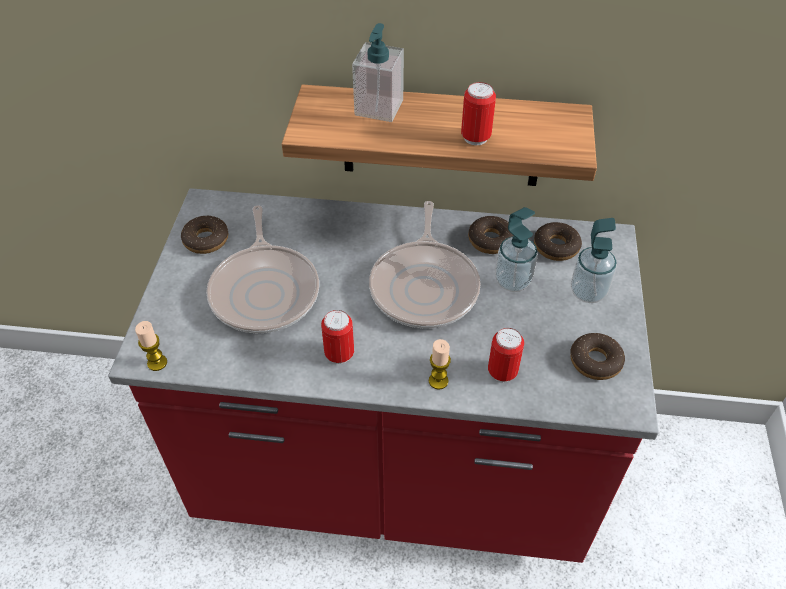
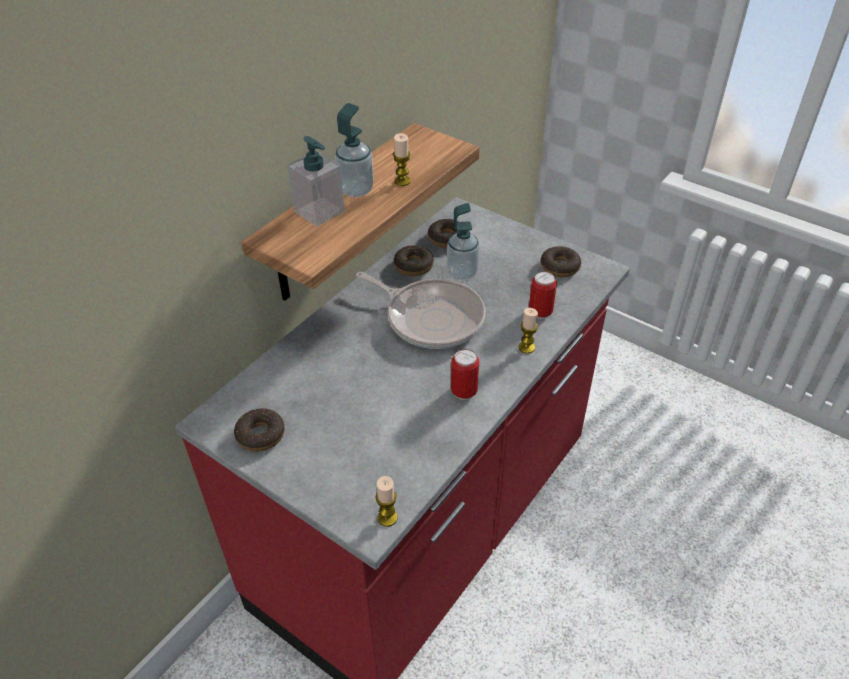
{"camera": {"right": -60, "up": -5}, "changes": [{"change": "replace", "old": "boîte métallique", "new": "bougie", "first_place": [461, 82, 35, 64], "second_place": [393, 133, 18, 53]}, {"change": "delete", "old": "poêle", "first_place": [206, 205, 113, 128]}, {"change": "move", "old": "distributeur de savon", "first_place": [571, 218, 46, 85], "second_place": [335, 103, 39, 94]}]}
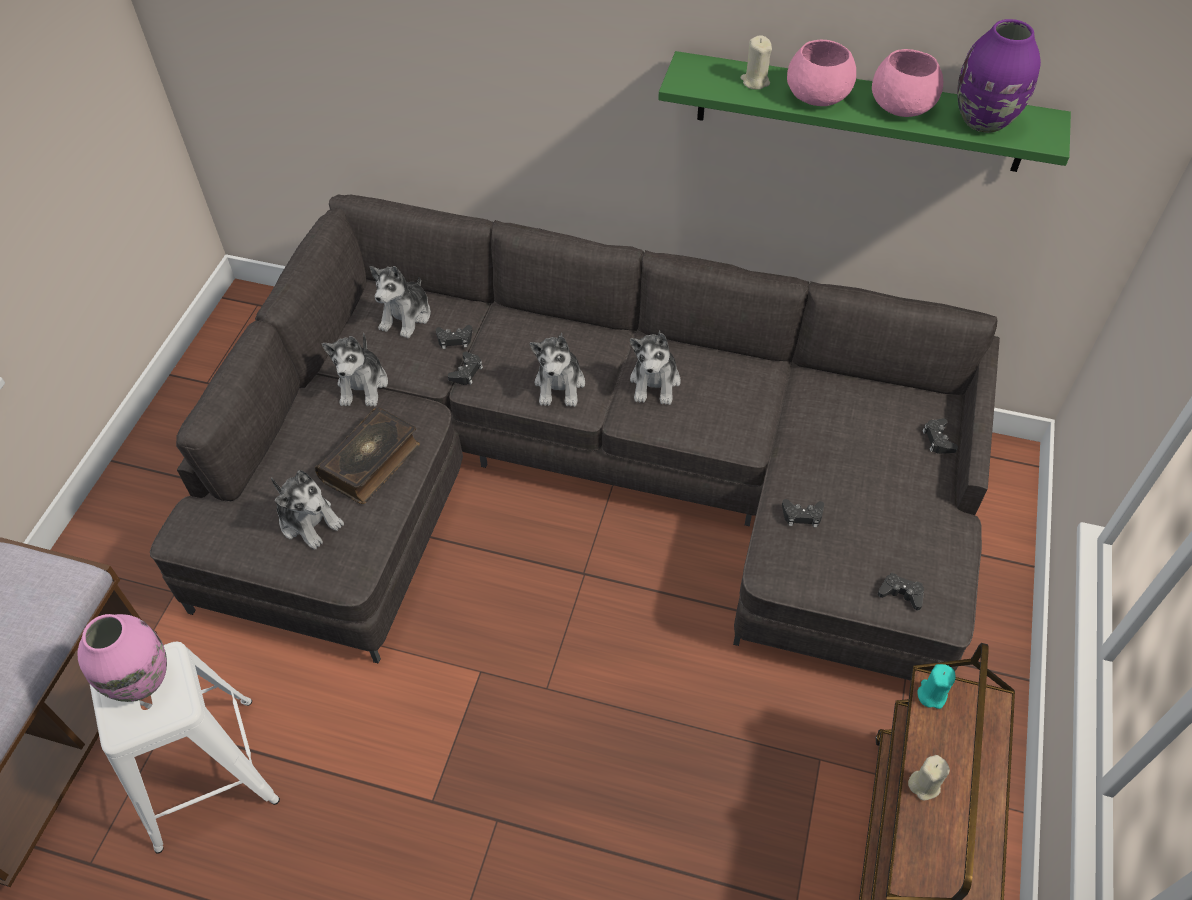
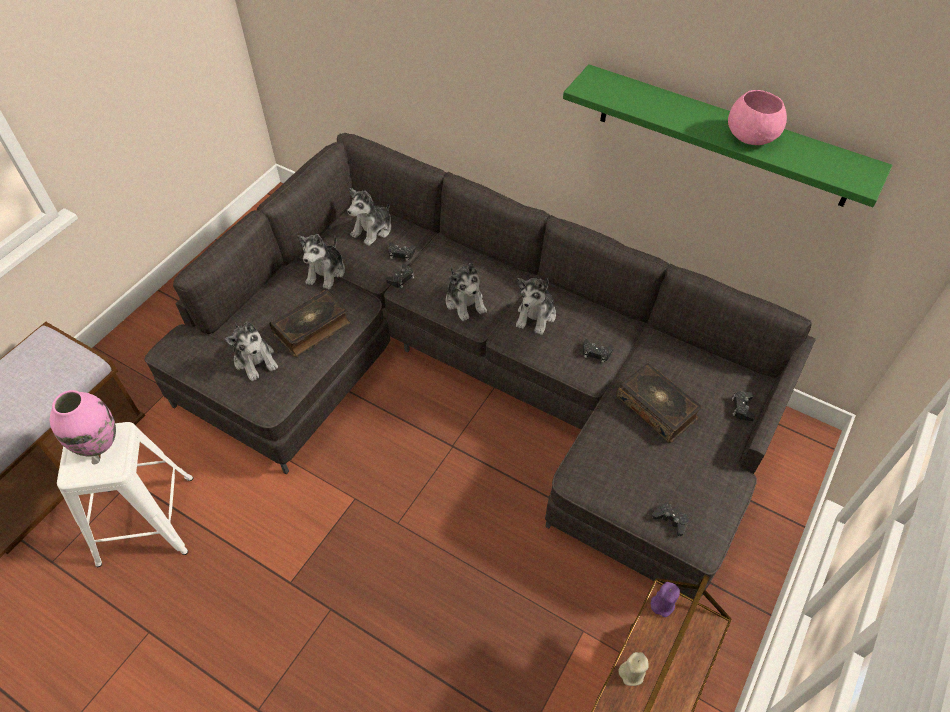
{"camera": {"right": 15, "up": 0}, "changes": [{"change": "delete", "old": "vase [violet]", "first_place": [957, 19, 84, 114]}, {"change": "delete", "old": "bougie [beige]", "first_place": [740, 35, 32, 55]}, {"change": "delete", "old": "bol [rose]", "first_place": [787, 40, 69, 66]}, {"change": "rotate", "old": "peluche", "first_place": [530, 332, 55, 75], "second_place": [446, 263, 41, 58], "degrees": -45}, {"change": "move", "old": "manette [noir]", "first_place": [782, 499, 42, 29], "second_place": [583, 339, 31, 24]}, {"change": "recolor", "old": "bougie [turquoise]", "new": "bougie [violet]", "first_place": [917, 664, 39, 45], "second_place": [651, 582, 29, 35]}, {"change": "insert", "new": "livre", "second_place": [616, 363, 86, 80]}]}
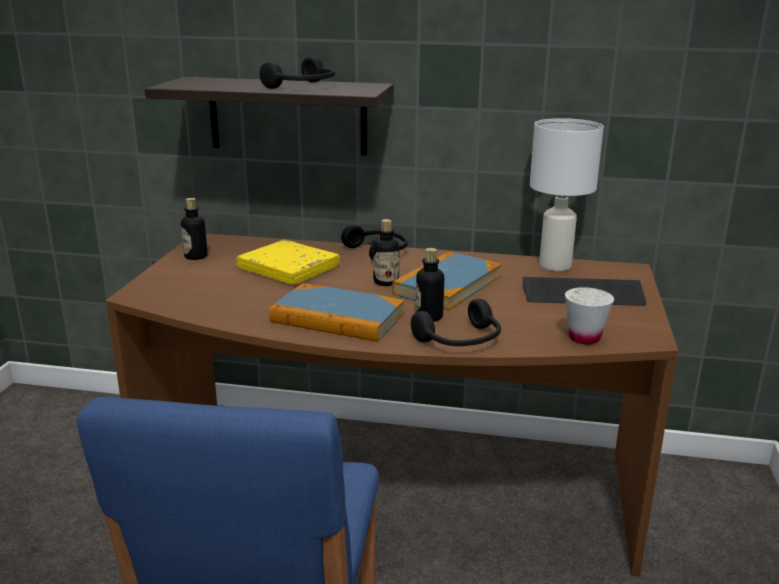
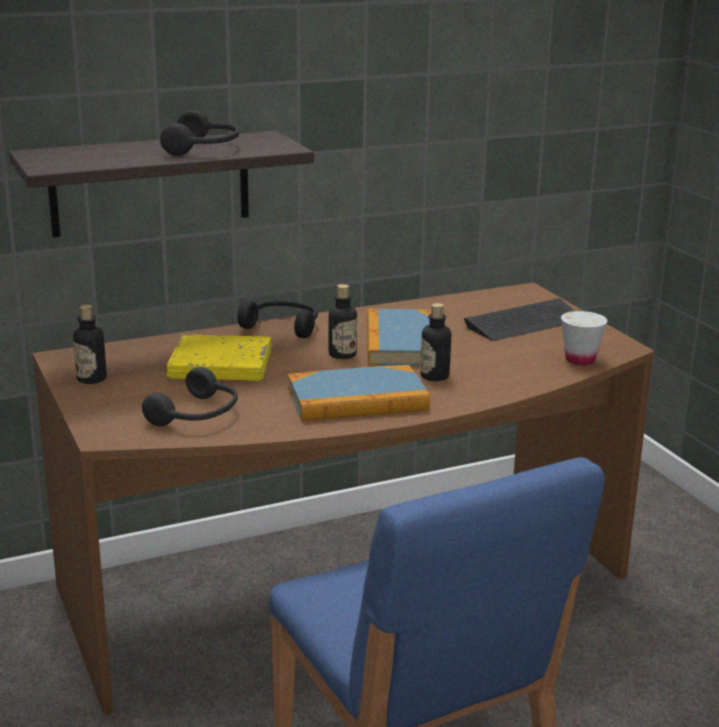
{"camera": {"right": -35, "up": 0}, "changes": [{"change": "delete", "old": "lampe de table [blanc]", "first_place": [530, 118, 74, 153]}, {"change": "move", "old": "casque audio [noir]", "first_place": [411, 299, 90, 47], "second_place": [142, 367, 96, 59]}]}
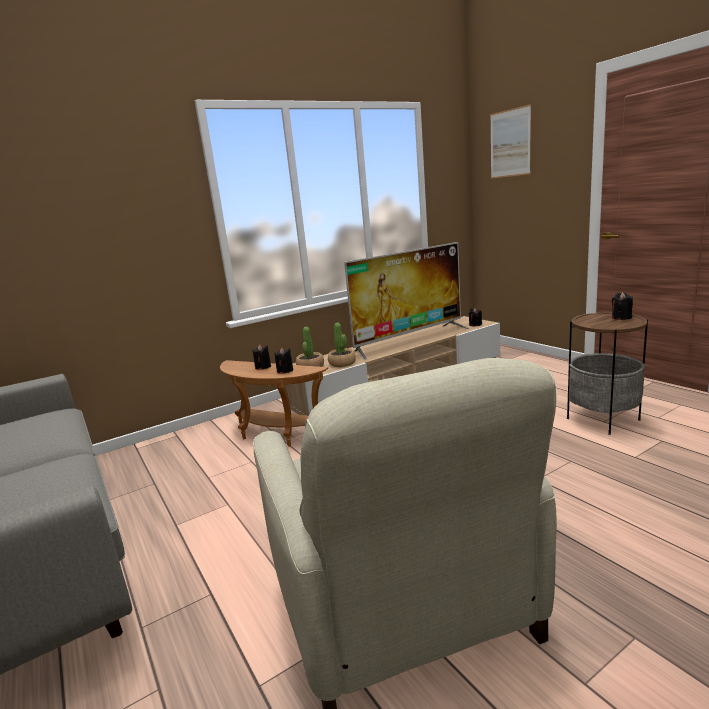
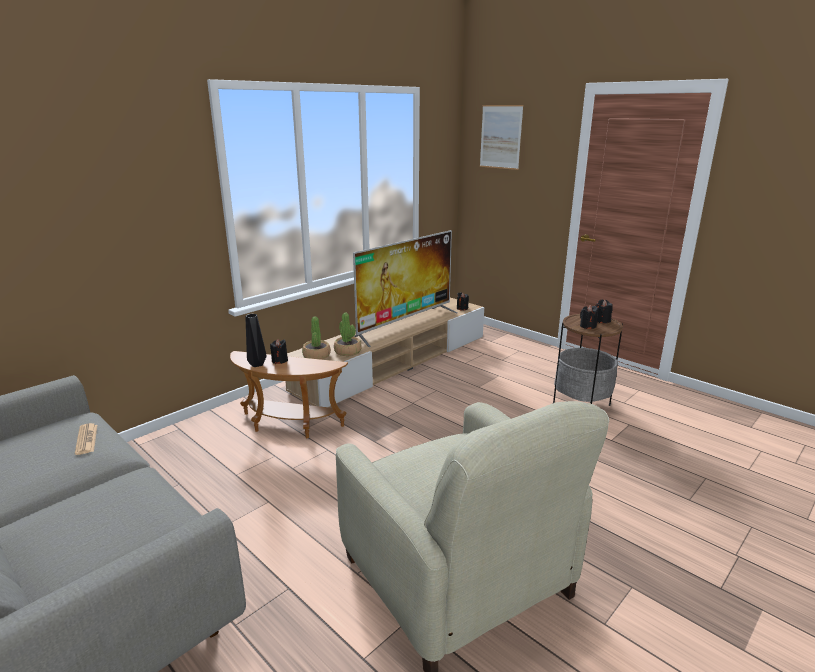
{"camera": {"right": -15, "up": 5}, "changes": [{"change": "move", "old": "bougie [noir]", "first_place": [274, 348, 19, 26], "second_place": [580, 305, 18, 24]}, {"change": "insert", "new": "vase [noir]", "second_place": [245, 314, 22, 53]}, {"change": "insert", "new": "journal", "second_place": [75, 423, 22, 32]}]}
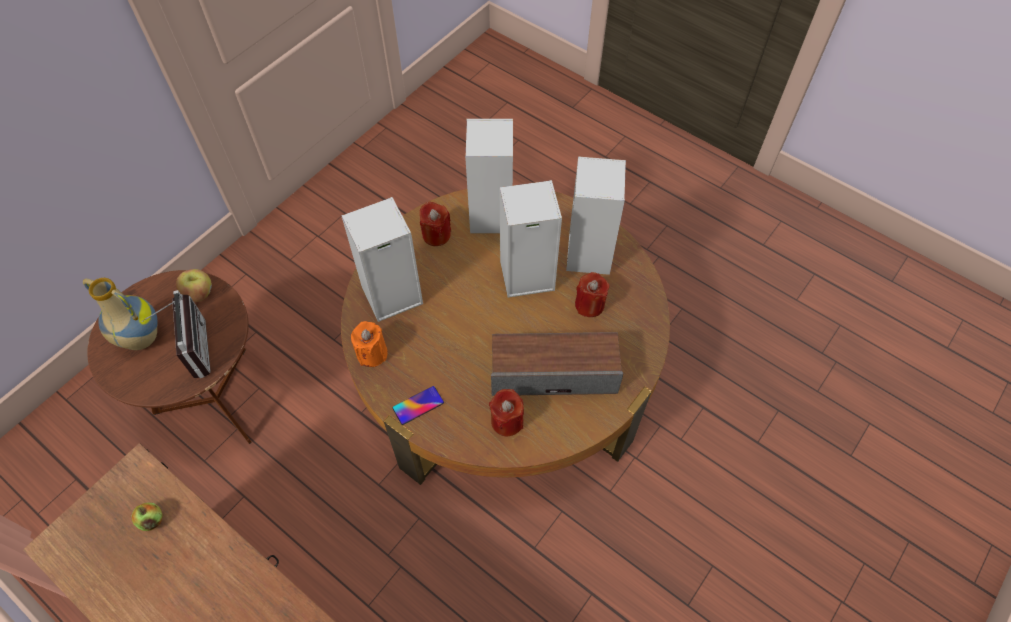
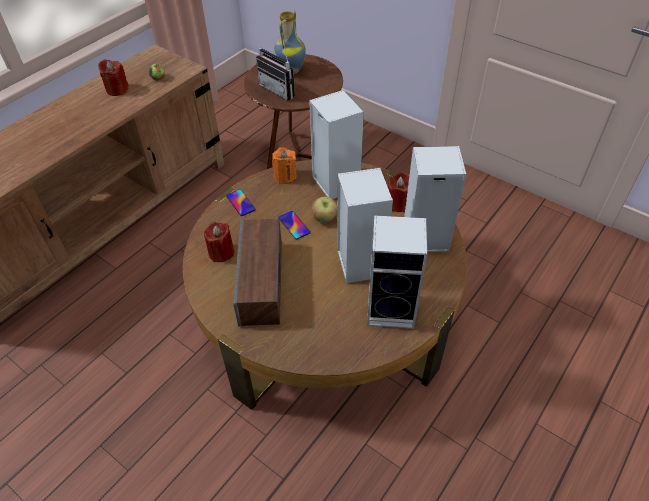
{"camera": {"right": 90, "up": -10}, "changes": [{"change": "move", "old": "pomme", "first_place": [176, 269, 36, 33], "second_place": [312, 197, 26, 26]}, {"change": "move", "old": "bougie [rouge]", "first_place": [575, 272, 34, 45], "second_place": [98, 59, 31, 37]}, {"change": "rotate", "old": "radio", "first_place": [142, 290, 69, 88], "second_place": [256, 36, 39, 64], "degrees": 60}, {"change": "insert", "new": "téléphone", "second_place": [278, 211, 33, 29]}]}
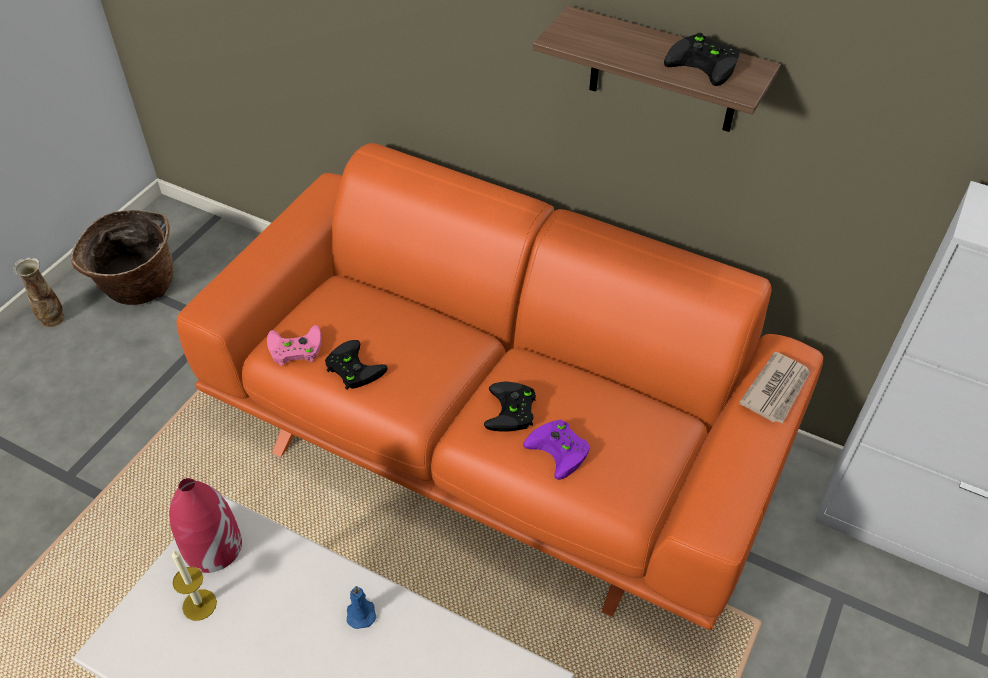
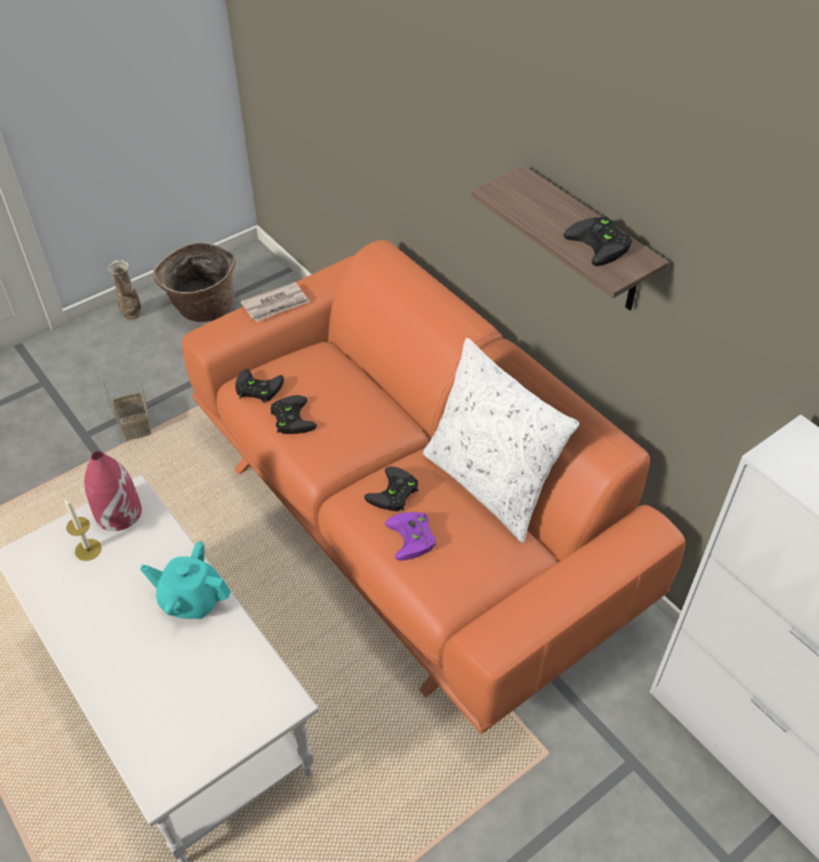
{"camera": {"right": 25, "up": 0}, "changes": [{"change": "recolor", "old": "manette [rose]", "new": "manette [noir]", "first_place": [267, 325, 54, 41], "second_place": [235, 369, 49, 34]}, {"change": "move", "old": "journal", "first_place": [739, 352, 71, 72], "second_place": [241, 282, 69, 40]}, {"change": "replace", "old": "bougie [bleu]", "new": "théière [turquoise]", "first_place": [346, 586, 30, 43], "second_place": [140, 541, 91, 78]}, {"change": "insert", "new": "coussin [blanc]", "second_place": [423, 338, 156, 205]}, {"change": "insert", "new": "panier", "second_place": [103, 372, 48, 70]}]}
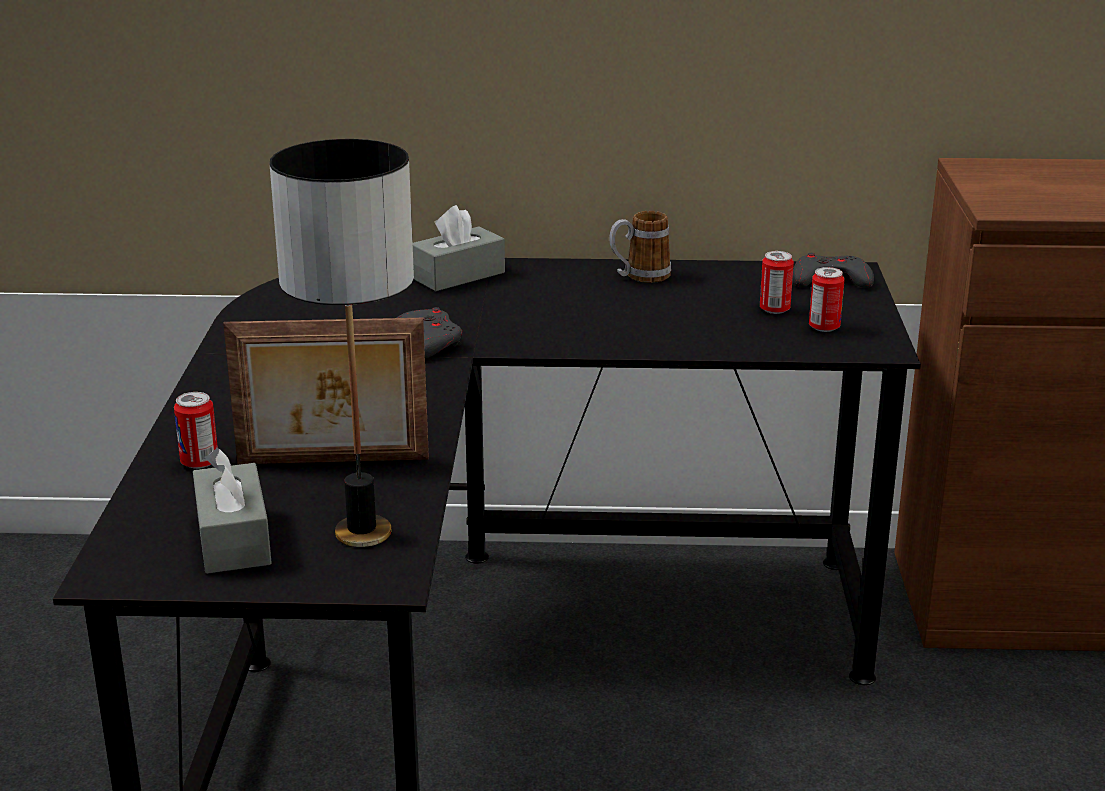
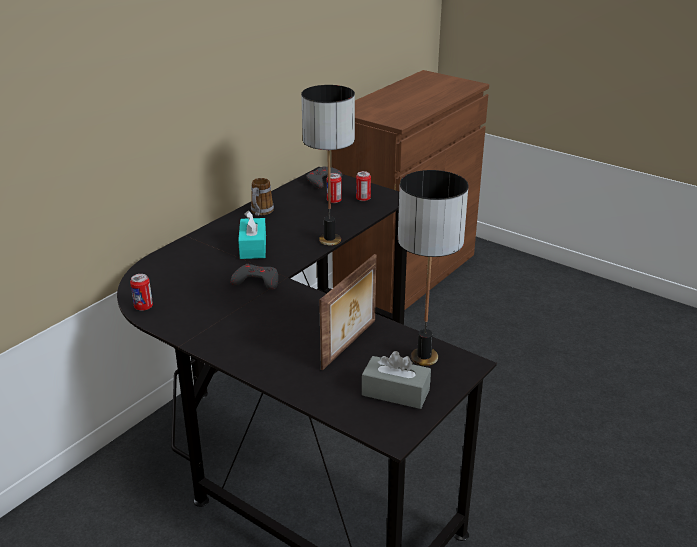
{"camera": {"right": -55, "up": 5}, "changes": [{"change": "delete", "old": "boîte à mouchoirs [gris]", "first_place": [413, 205, 92, 86]}, {"change": "move", "old": "boîte métallique", "first_place": [174, 392, 44, 77], "second_place": [130, 274, 23, 37]}, {"change": "insert", "new": "lampe de table", "second_place": [301, 85, 54, 161]}, {"change": "insert", "new": "boîte à mouchoirs [turquoise]", "second_place": [238, 210, 28, 49]}]}
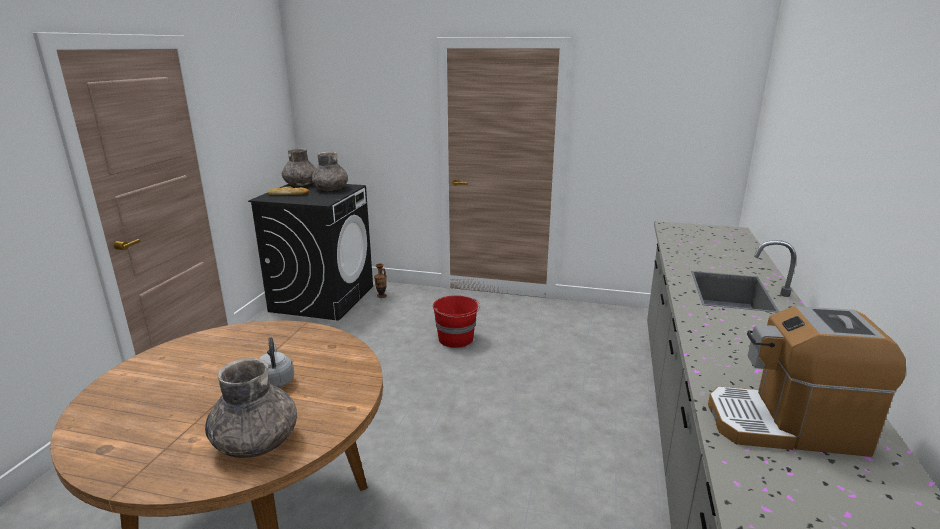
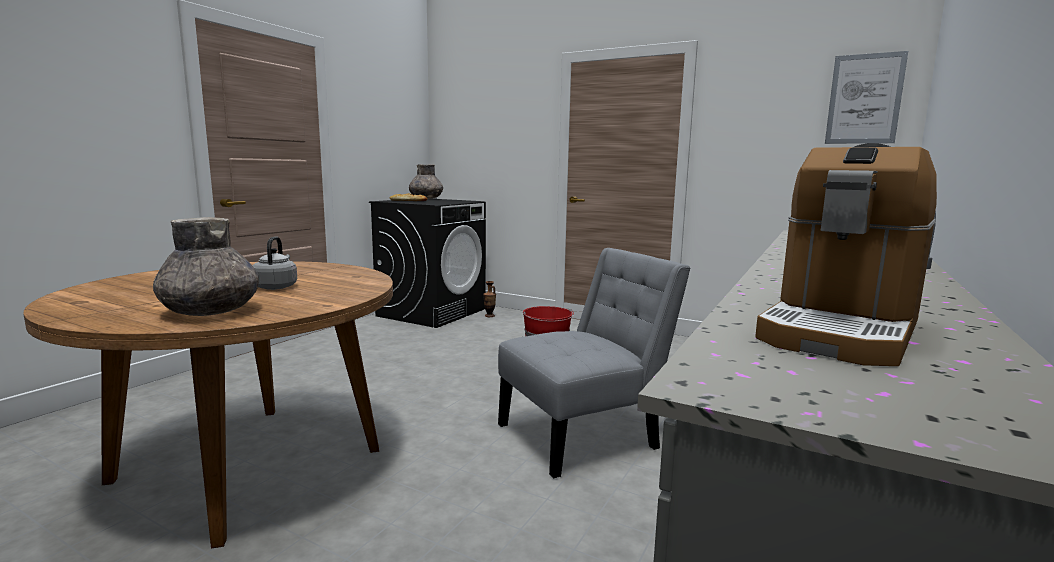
{"camera": {"right": 15, "up": -10}, "changes": [{"change": "delete", "old": "vase [gris]", "first_place": [311, 152, 37, 39]}, {"change": "rotate", "old": "machine à café", "first_place": [708, 306, 198, 151], "second_place": [755, 143, 182, 223], "degrees": -75}, {"change": "insert", "new": "tableau", "second_place": [825, 51, 83, 93]}, {"change": "insert", "new": "chaise [gris]", "second_place": [498, 248, 193, 230]}]}
